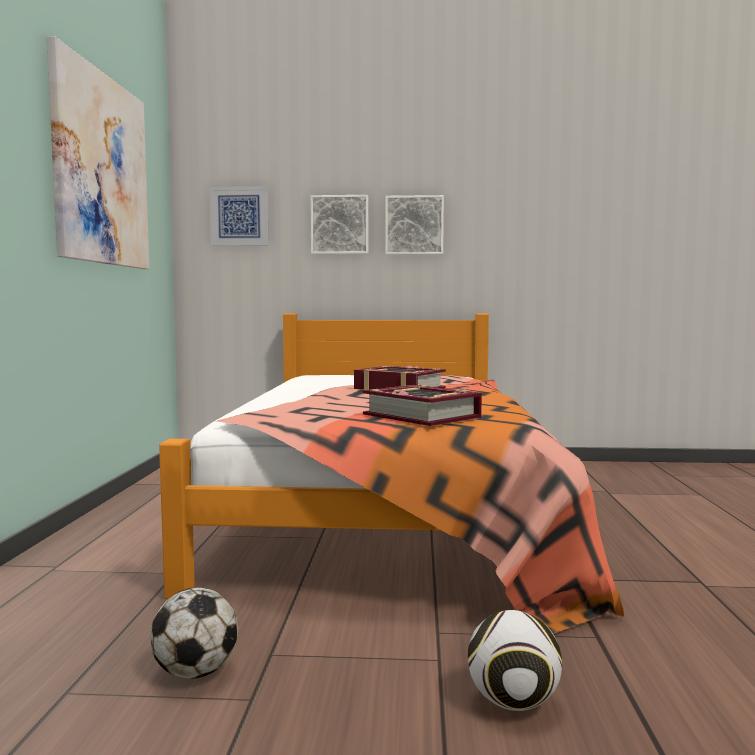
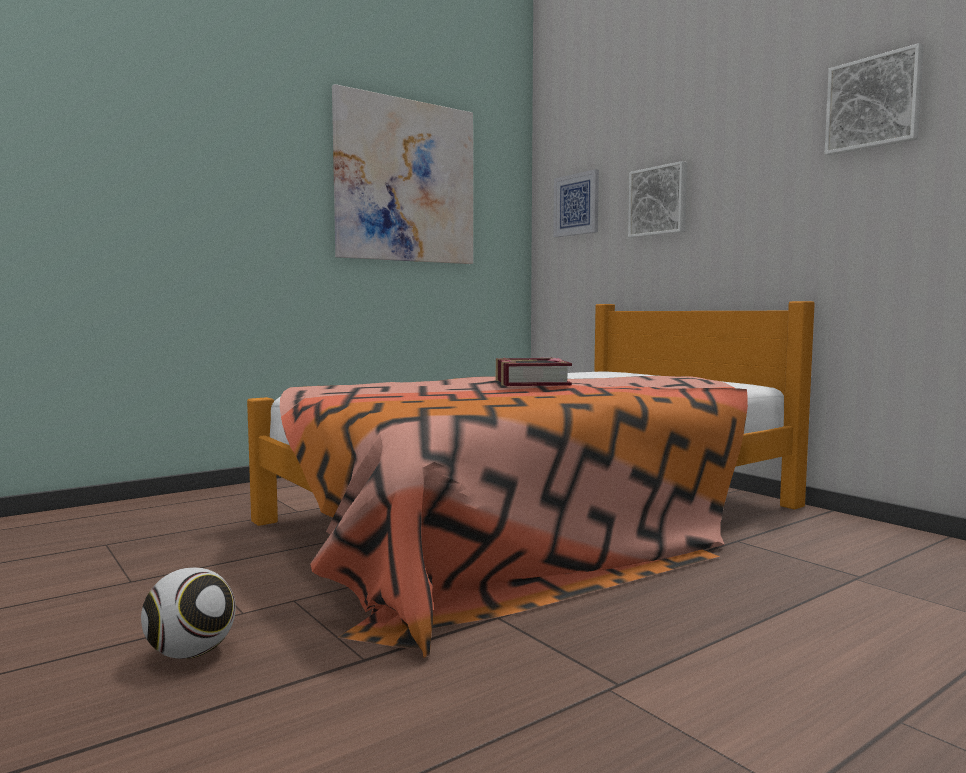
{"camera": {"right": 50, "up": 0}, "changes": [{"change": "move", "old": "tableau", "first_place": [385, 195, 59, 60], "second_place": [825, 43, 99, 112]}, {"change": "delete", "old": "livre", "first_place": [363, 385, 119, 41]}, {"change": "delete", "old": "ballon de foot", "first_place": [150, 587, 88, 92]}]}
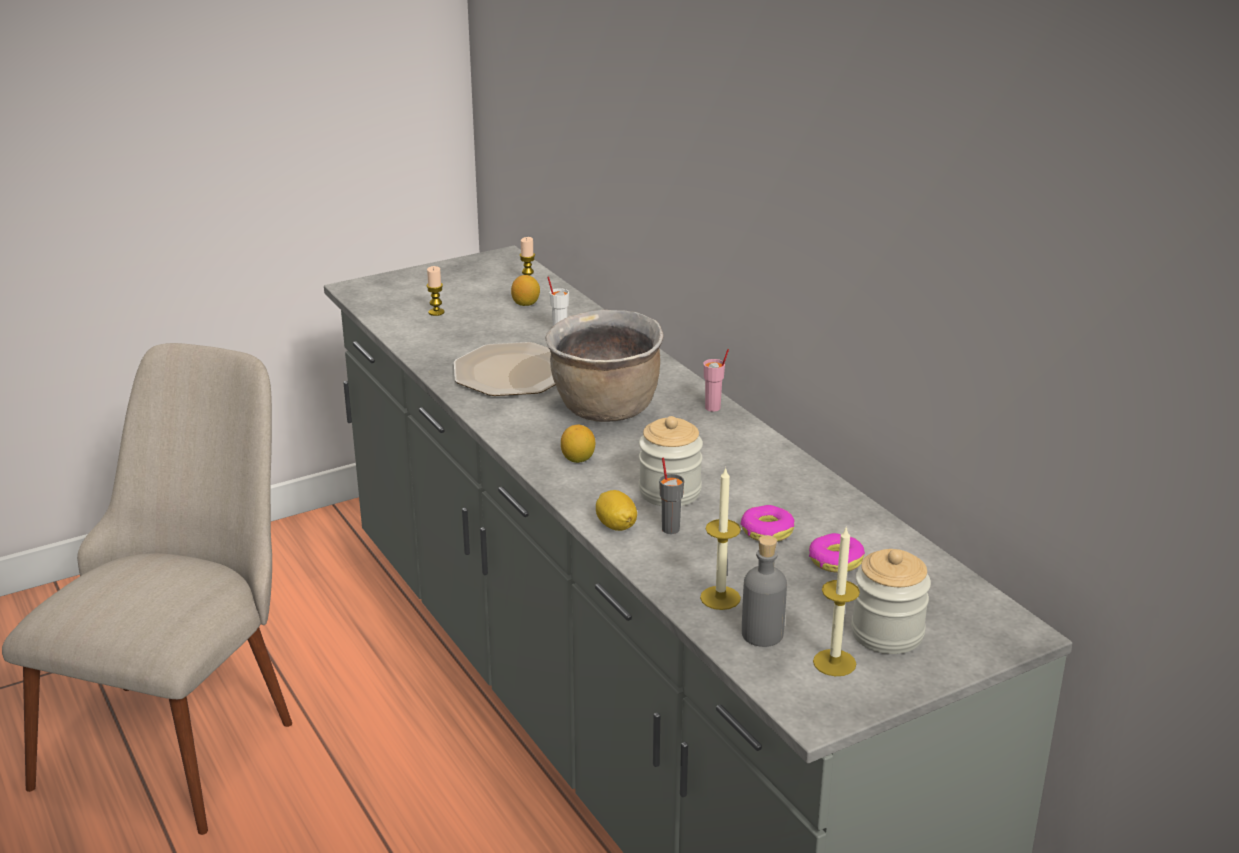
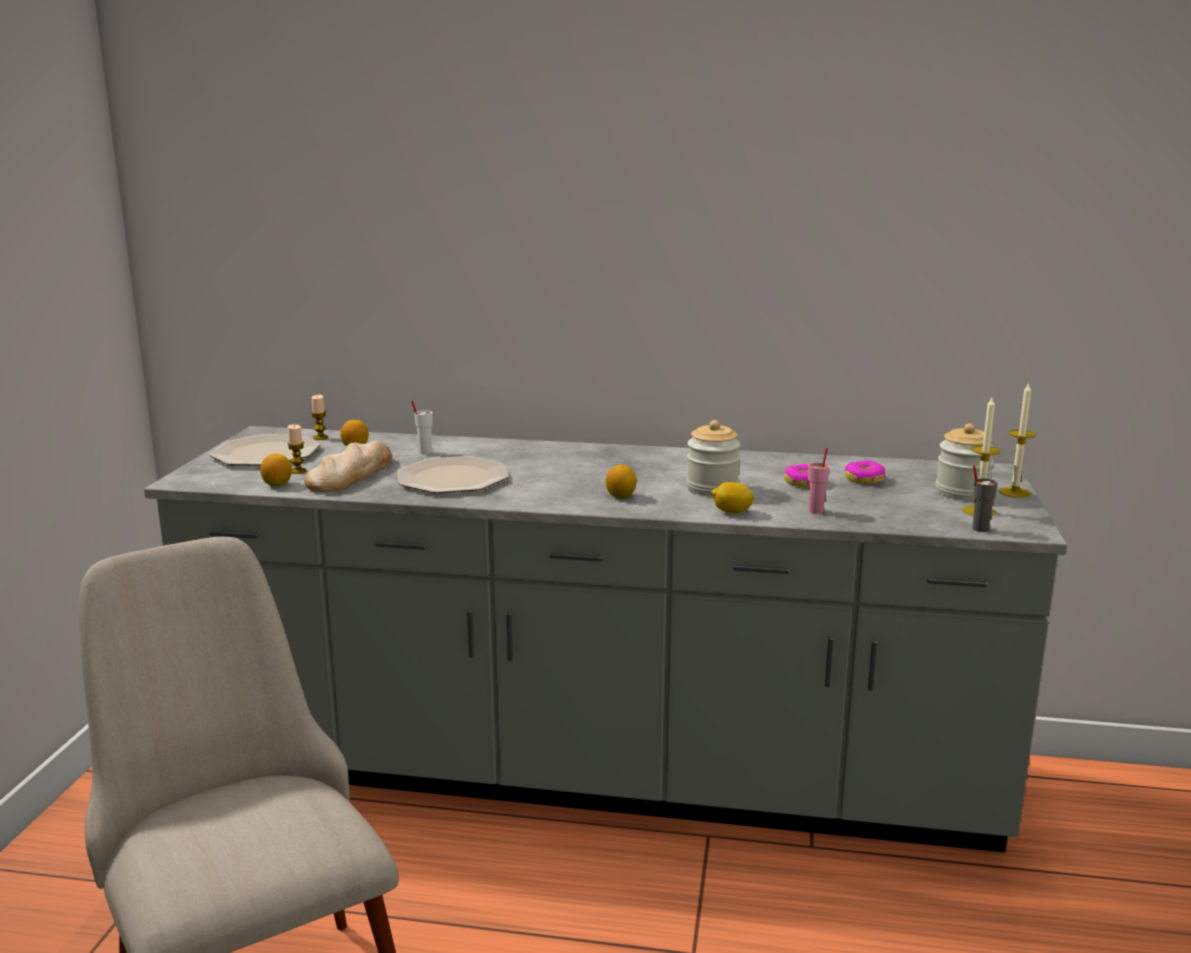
{"camera": {"right": -50, "up": -10}, "changes": [{"change": "delete", "old": "marmite [marron]", "first_place": [546, 310, 118, 112]}, {"change": "move", "old": "tasse [rose]", "first_place": [704, 349, 25, 63], "second_place": [808, 448, 22, 66]}, {"change": "move", "old": "tasse [gris]", "first_place": [659, 457, 25, 77], "second_place": [972, 466, 26, 66]}, {"change": "move", "old": "bougie", "first_place": [700, 467, 41, 143], "second_place": [999, 383, 37, 115]}, {"change": "delete", "old": "bouteille [gris]", "first_place": [742, 535, 45, 112]}, {"change": "insert", "new": "assiette", "second_place": [209, 434, 111, 32]}, {"change": "insert", "new": "pain", "second_place": [305, 440, 87, 52]}, {"change": "insert", "new": "citron", "second_place": [260, 454, 32, 32]}]}
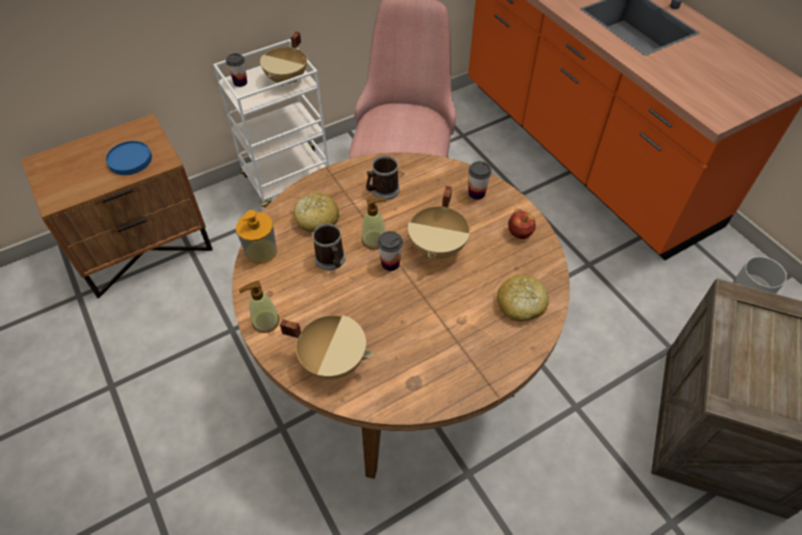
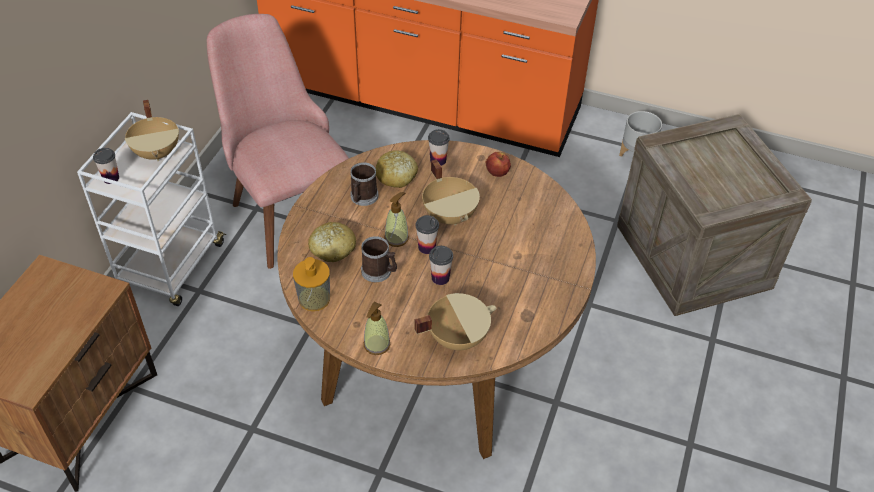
{"camera": {"right": -40, "up": -5}, "changes": [{"change": "delete", "old": "assiette [bleu]", "first_place": [106, 141, 46, 34]}, {"change": "move", "old": "pain", "first_place": [497, 274, 52, 48], "second_place": [376, 150, 42, 38]}, {"change": "insert", "new": "tasse", "second_place": [429, 246, 24, 39]}]}
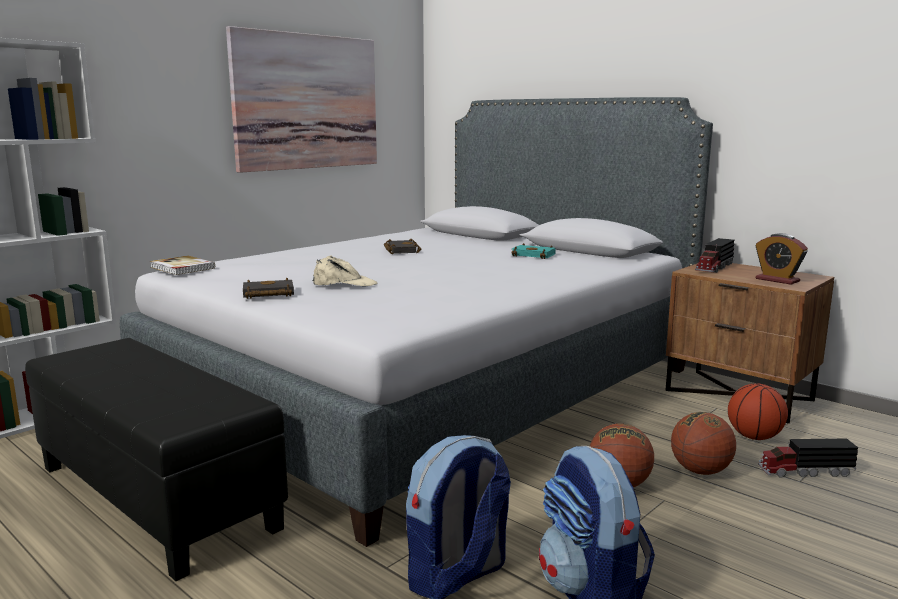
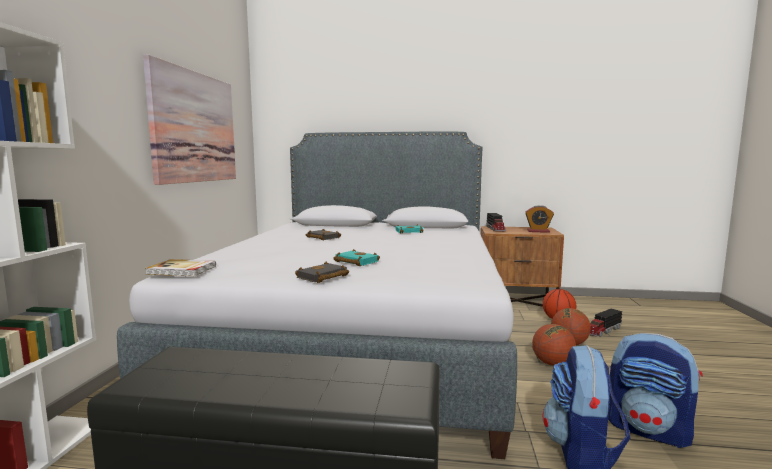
{"camera": {"right": -35, "up": -5}, "changes": [{"change": "replace", "old": "casquette [beige]", "new": "livre [turquoise]", "first_place": [313, 255, 64, 32], "second_place": [333, 249, 47, 17]}]}
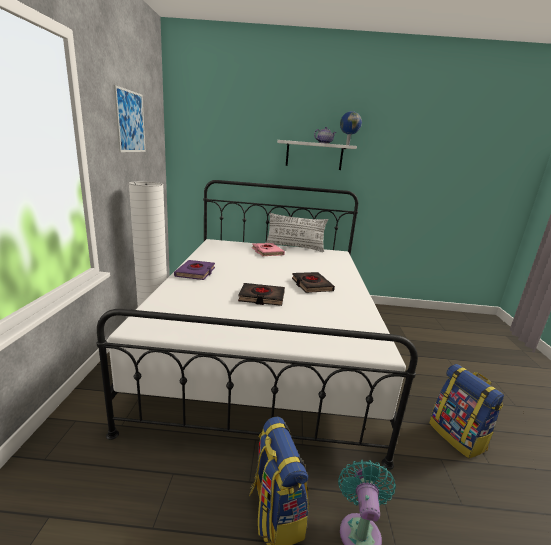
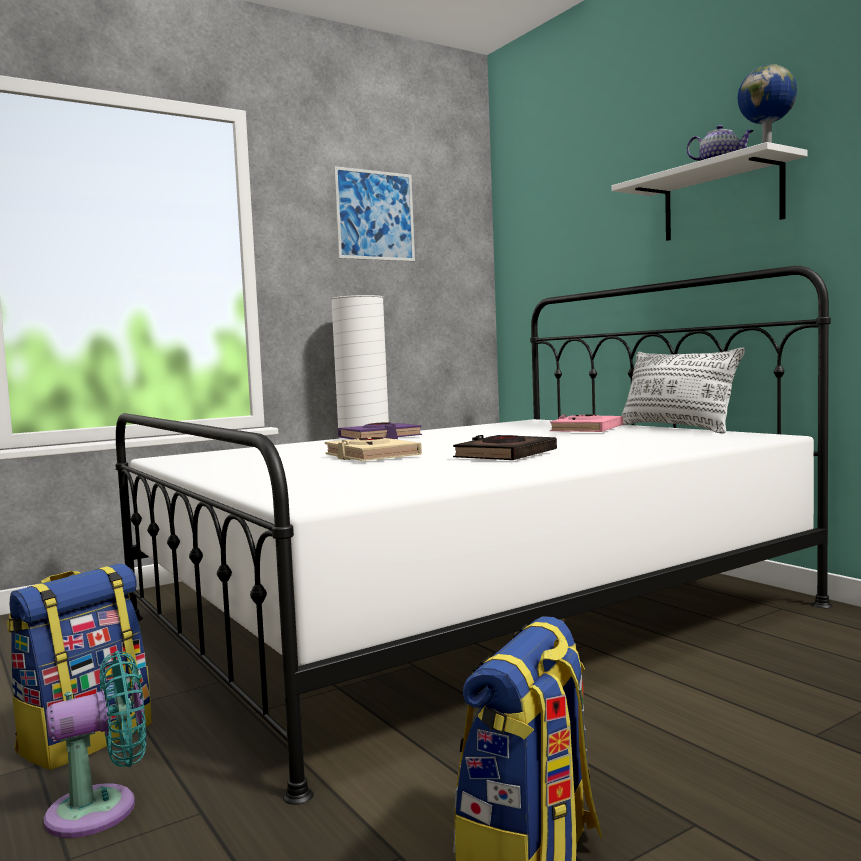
{"camera": {"right": 55, "up": -15}, "changes": [{"change": "recolor", "old": "livre [noir]", "new": "livre [beige]", "first_place": [238, 283, 47, 23], "second_place": [325, 437, 97, 24]}]}
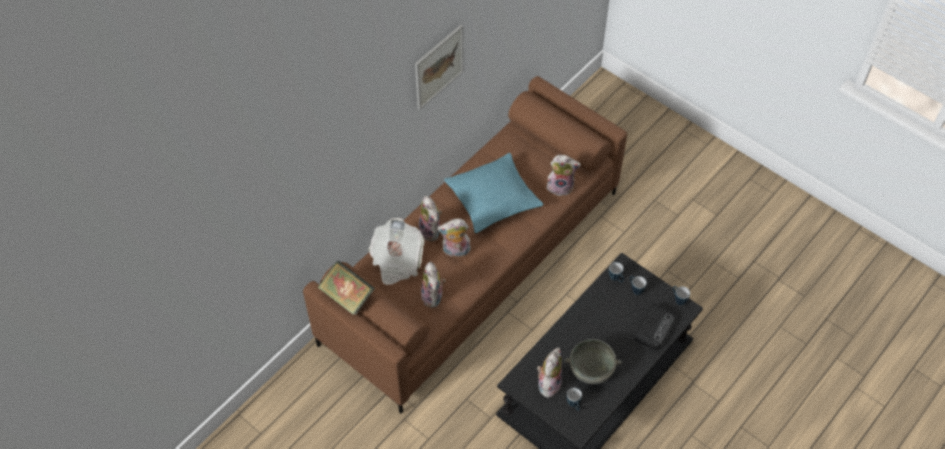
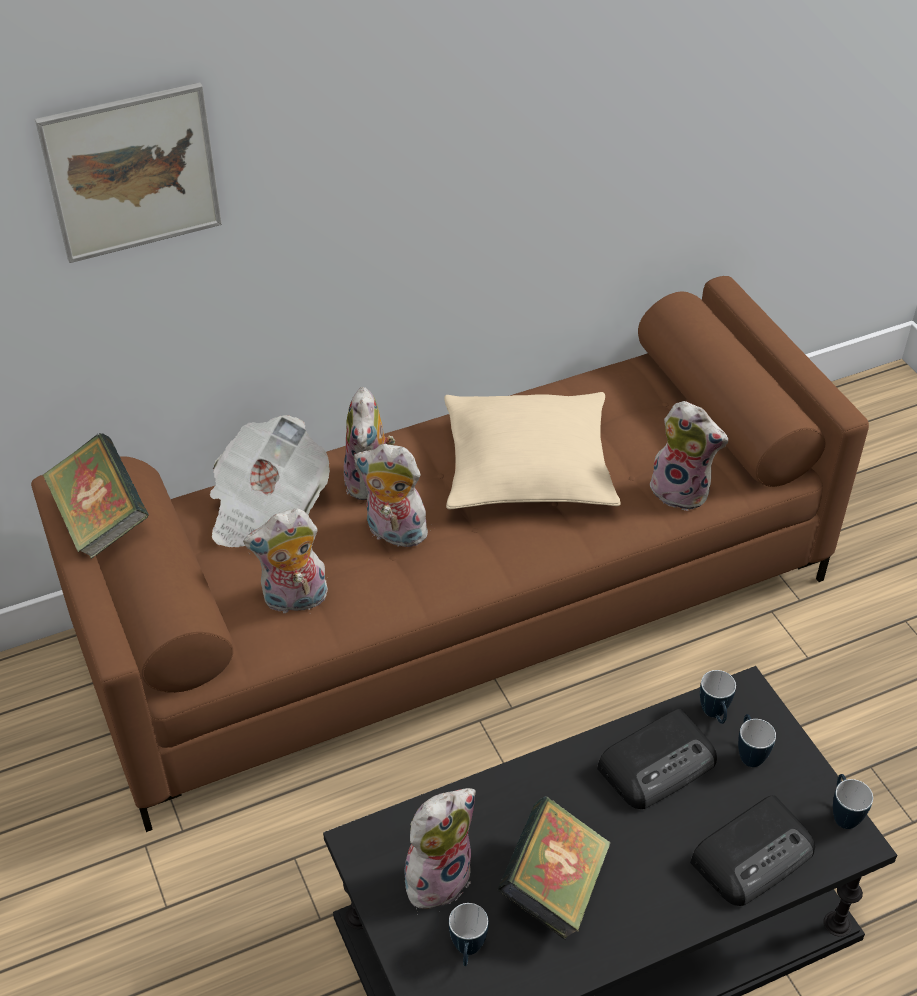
{"camera": {"right": 25, "up": -10}, "changes": [{"change": "move", "old": "tableau", "first_place": [415, 25, 49, 85], "second_place": [35, 82, 187, 181]}, {"change": "recolor", "old": "coussin [turquoise]", "new": "coussin [beige]", "first_place": [444, 153, 100, 80], "second_place": [444, 392, 177, 117]}, {"change": "rotate", "old": "peluche", "first_place": [421, 262, 25, 46], "second_place": [243, 509, 85, 104], "degrees": 60}, {"change": "replace", "old": "bol [gris]", "new": "livre", "first_place": [564, 339, 58, 45], "second_place": [497, 796, 114, 144]}, {"change": "insert", "new": "radio", "second_place": [597, 709, 120, 100]}]}
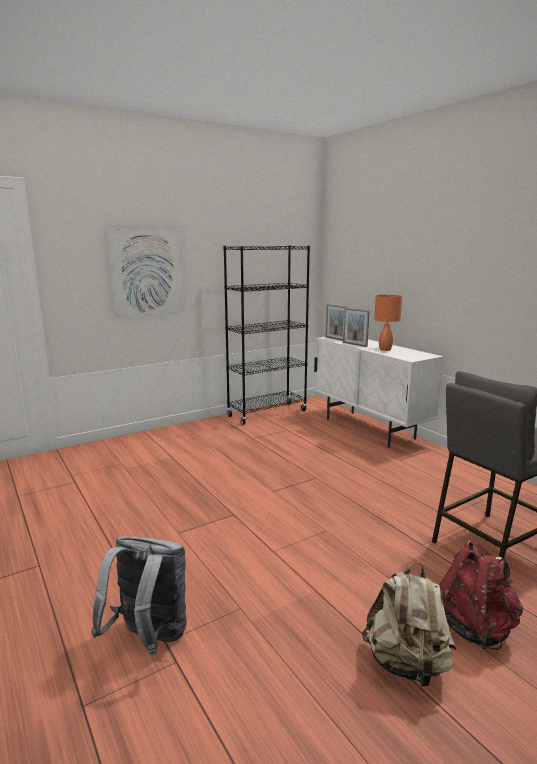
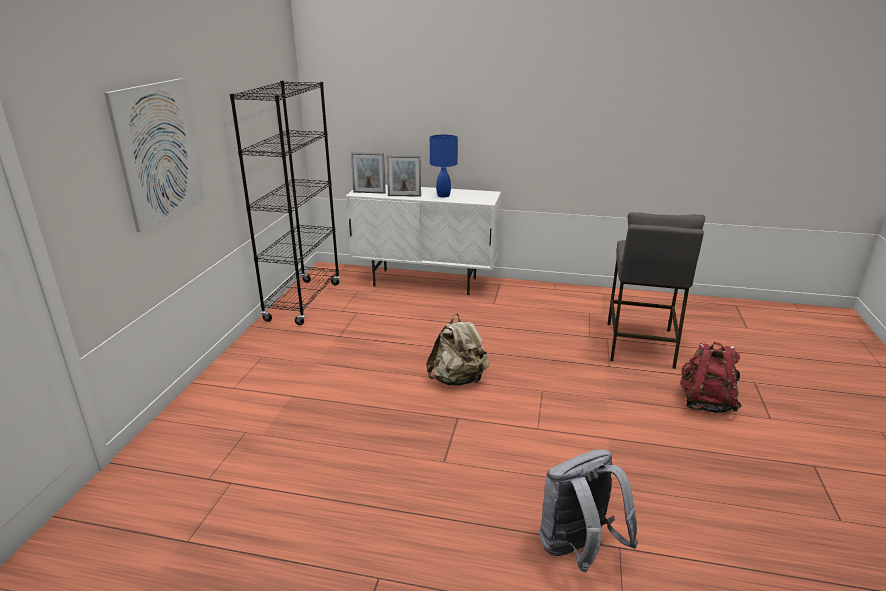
{"camera": {"right": -45, "up": 10}, "changes": [{"change": "recolor", "old": "lampe de table [orange]", "new": "lampe de table [bleu]", "first_place": [374, 295, 28, 56], "second_place": [430, 135, 28, 62]}, {"change": "move", "old": "sac à dos [beige]", "first_place": [362, 562, 95, 124], "second_place": [426, 314, 63, 72]}]}
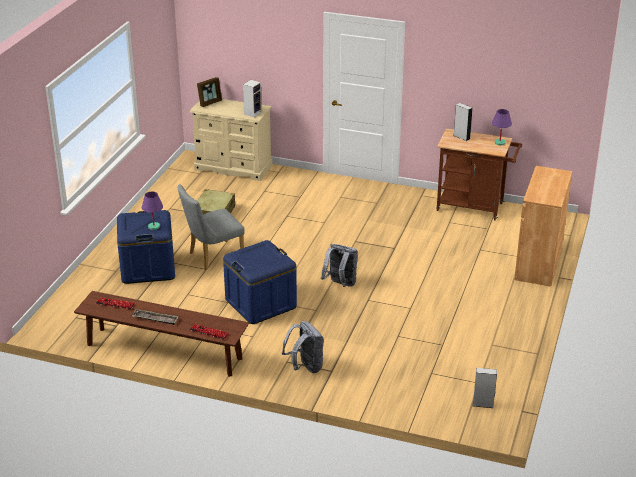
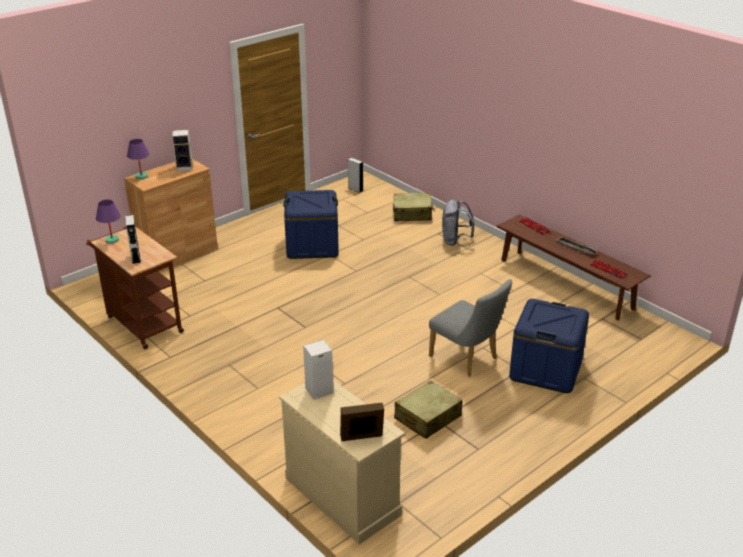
{"camera": {"right": -150, "up": 0}, "changes": [{"change": "rotate", "old": "chaise [gris]", "first_place": [178, 184, 67, 86], "second_place": [429, 279, 83, 98], "degrees": 45}, {"change": "move", "old": "lampe de table [violet]", "first_place": [142, 192, 21, 38], "second_place": [127, 139, 22, 40]}, {"change": "move", "old": "boîte de rangement [bleu]", "first_place": [223, 240, 74, 84], "second_place": [283, 190, 56, 69]}, {"change": "delete", "old": "sac à dos [gris]", "first_place": [321, 244, 37, 43]}, {"change": "insert", "new": "enceinte", "second_place": [172, 130, 21, 41]}, {"change": "insert", "new": "valise [beige]", "second_place": [393, 192, 42, 29]}]}
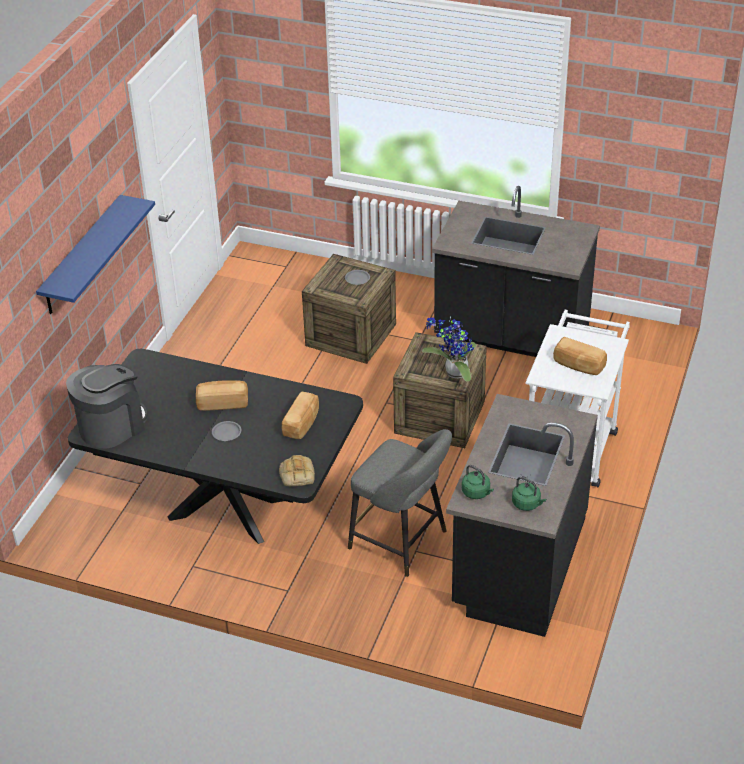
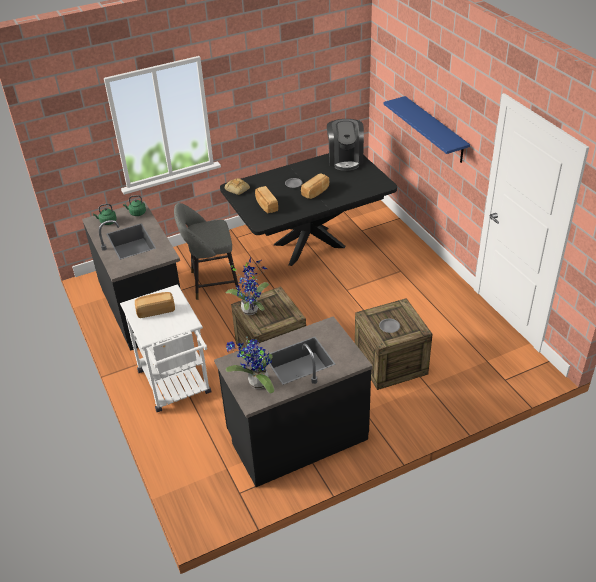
{"camera": {"right": 135, "up": 0}, "changes": [{"change": "insert", "new": "plante en pot", "second_place": [225, 339, 49, 54]}]}
